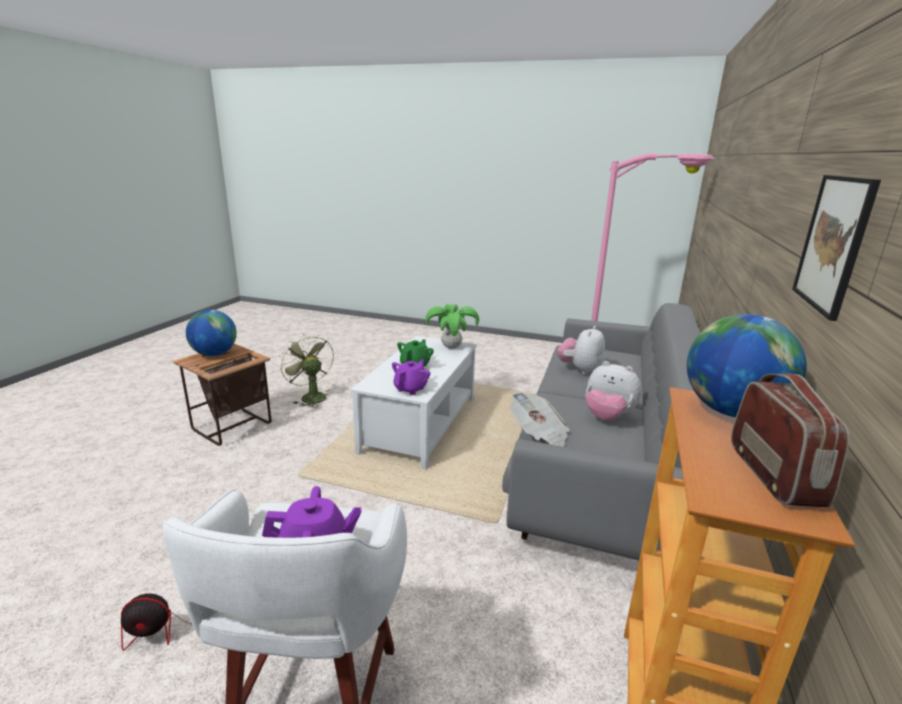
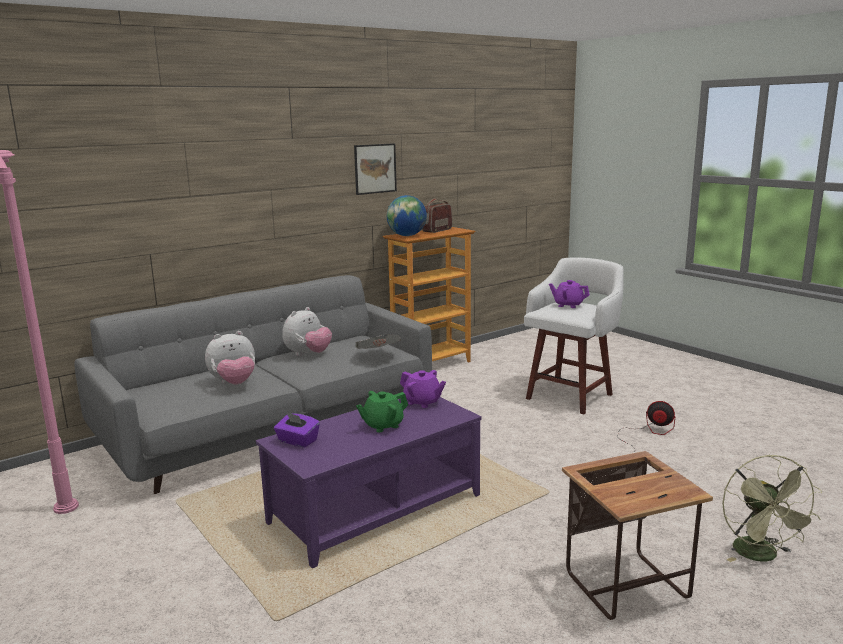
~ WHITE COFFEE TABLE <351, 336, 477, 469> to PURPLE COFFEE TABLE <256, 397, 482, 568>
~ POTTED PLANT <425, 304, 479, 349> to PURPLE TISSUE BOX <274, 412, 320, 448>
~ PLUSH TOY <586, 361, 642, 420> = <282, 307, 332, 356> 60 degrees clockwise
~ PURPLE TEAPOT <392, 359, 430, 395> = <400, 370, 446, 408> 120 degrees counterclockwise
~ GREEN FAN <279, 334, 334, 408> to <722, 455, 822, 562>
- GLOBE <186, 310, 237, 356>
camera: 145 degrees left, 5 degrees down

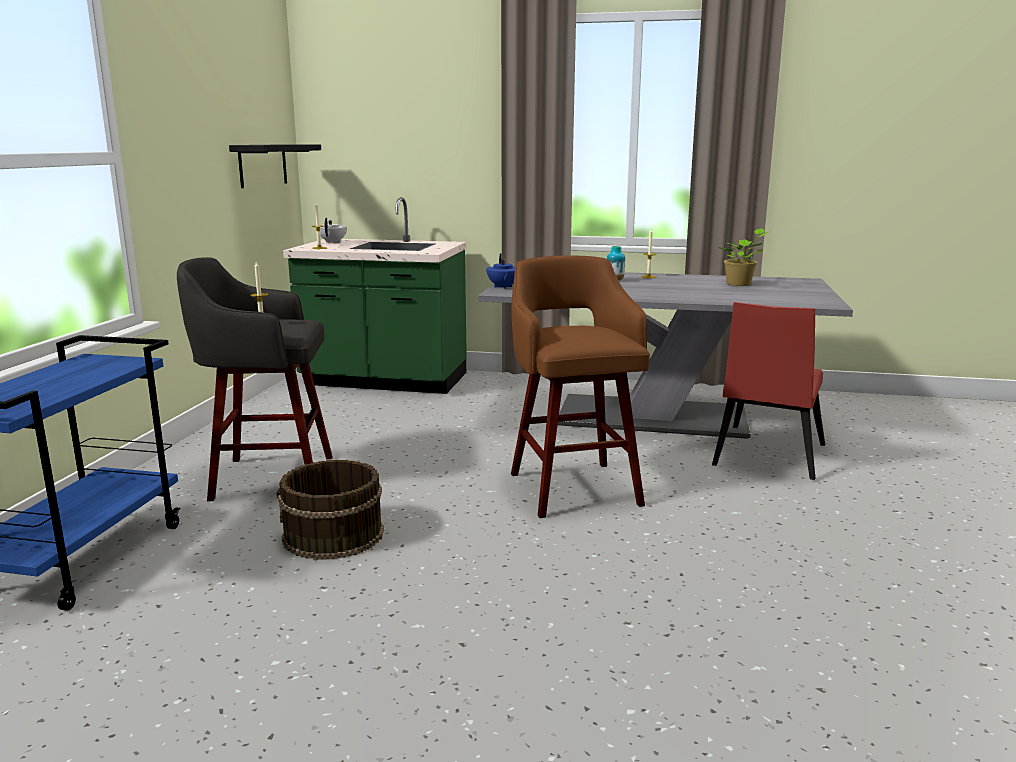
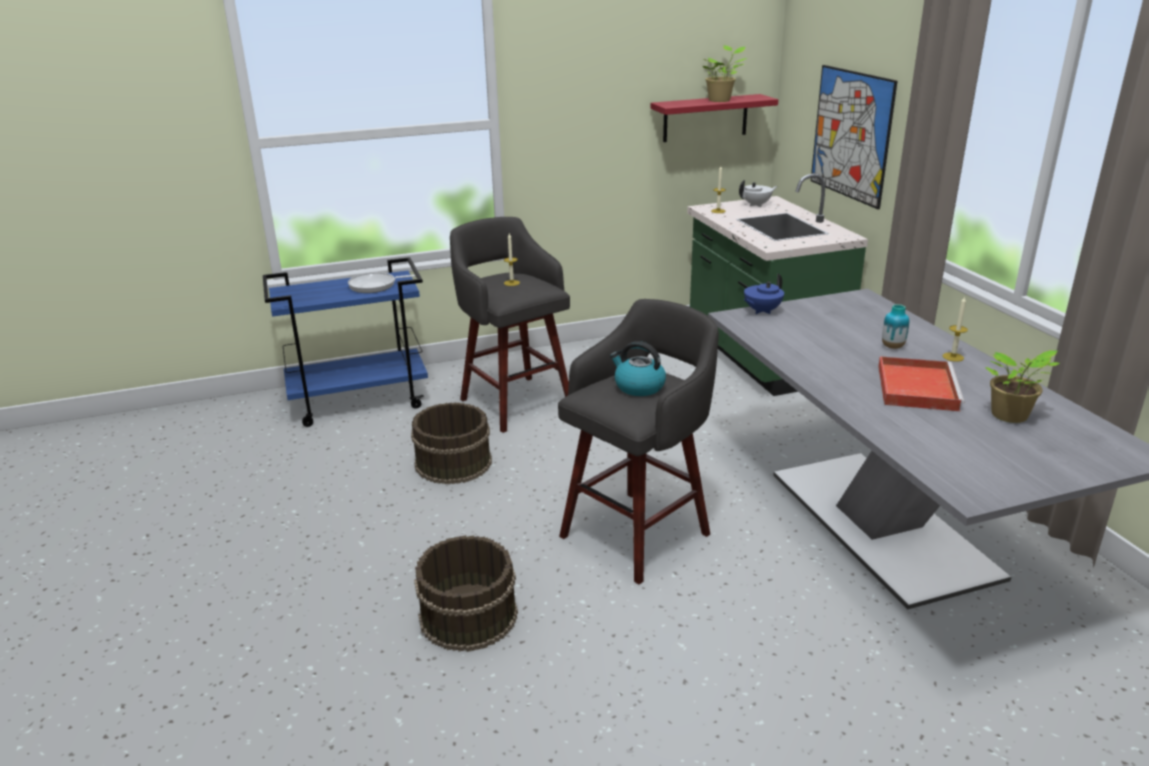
+ FRYING PAN <348, 272, 416, 293>
+ BROWN BUCKET <414, 535, 518, 652>
~ BROWN STOOL <511, 256, 650, 518> to GREY STOOL <558, 299, 719, 584>
+ KETTLE <610, 341, 666, 396>
~ BLACK SHELF <229, 144, 321, 188> to RED SHELF <650, 94, 778, 142>
+ POTTED PLANT <703, 45, 747, 102>
+ PICTURE <811, 65, 898, 209>
+ RED TRAY <878, 356, 965, 412>
- RED CHAIR <712, 302, 825, 480>
camera: 60 degrees right, 10 degrees up

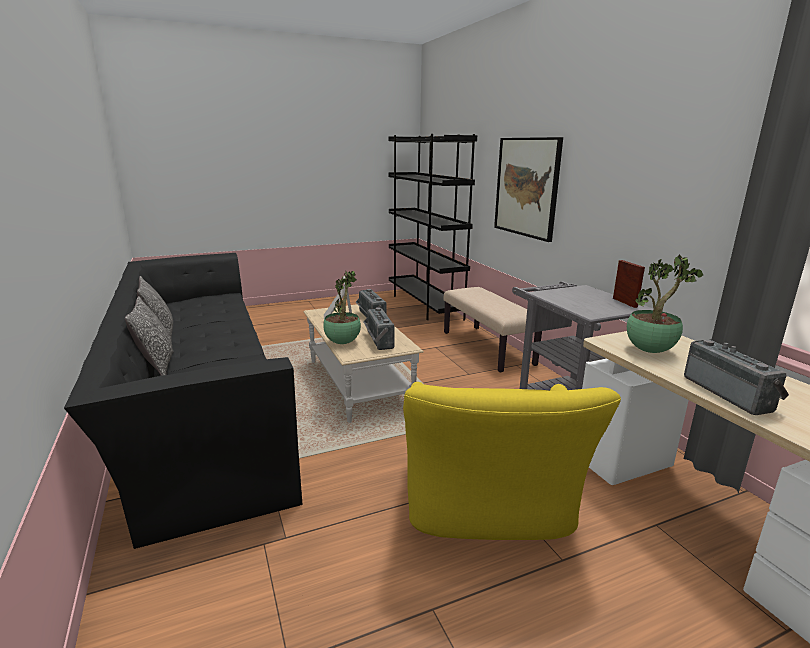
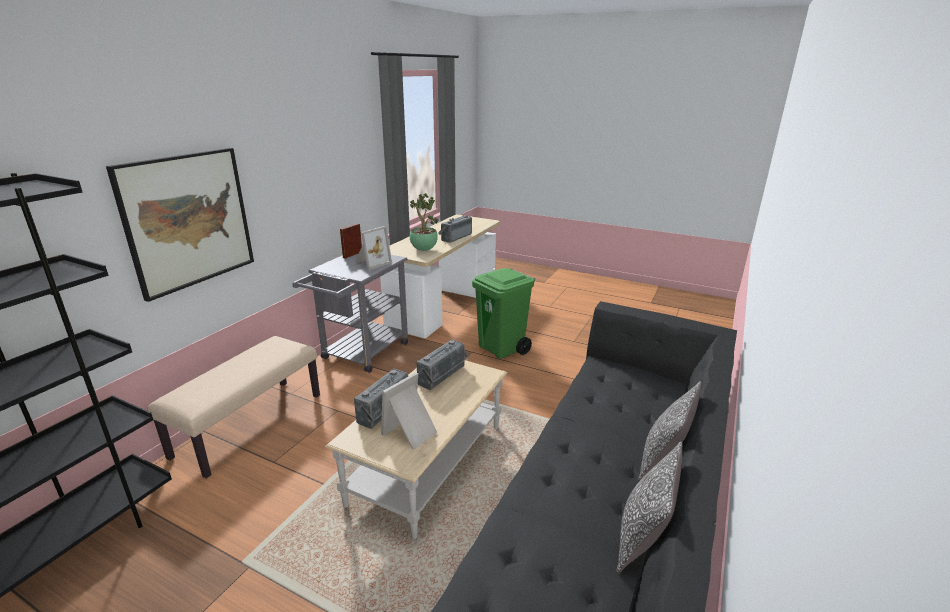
+ PICTURE FRAME <354, 226, 392, 270>
~ YELLOW ARMCHAIR <403, 382, 621, 540> to GREEN TRASH CAN <472, 268, 536, 359>
- POTTED PLANT <323, 271, 361, 344>
camera: 130 degrees left, 5 degrees up

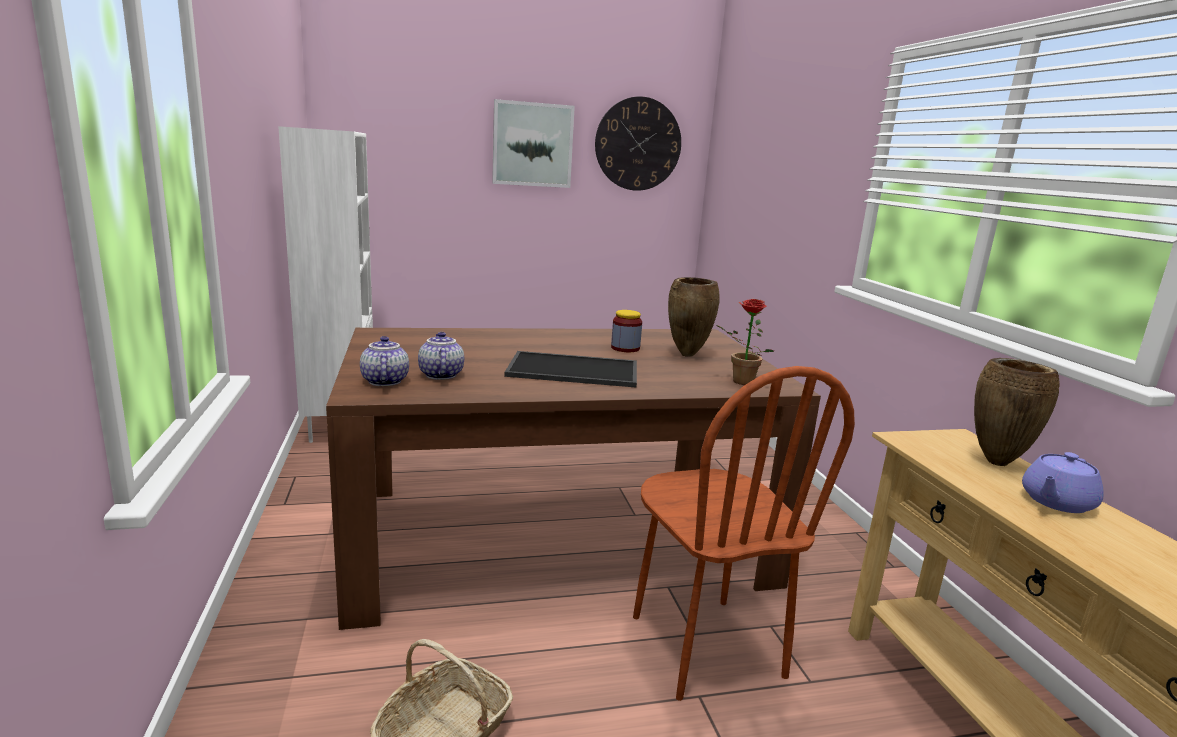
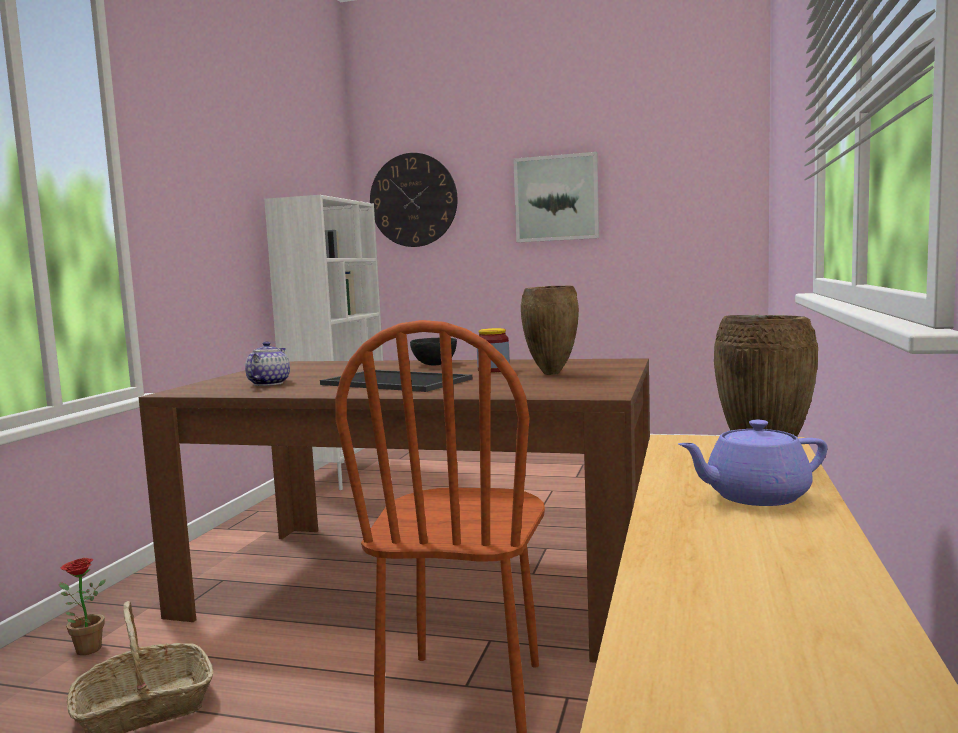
~ POTTED PLANT <716, 299, 774, 385> to <59, 558, 106, 655>
~ WALL CLOCK <595, 96, 681, 191> to <370, 153, 458, 247>
+ BLACK BOWL <410, 338, 457, 365>
- TEAPOT <360, 336, 409, 386>
camera: 30 degrees right, 10 degrees down

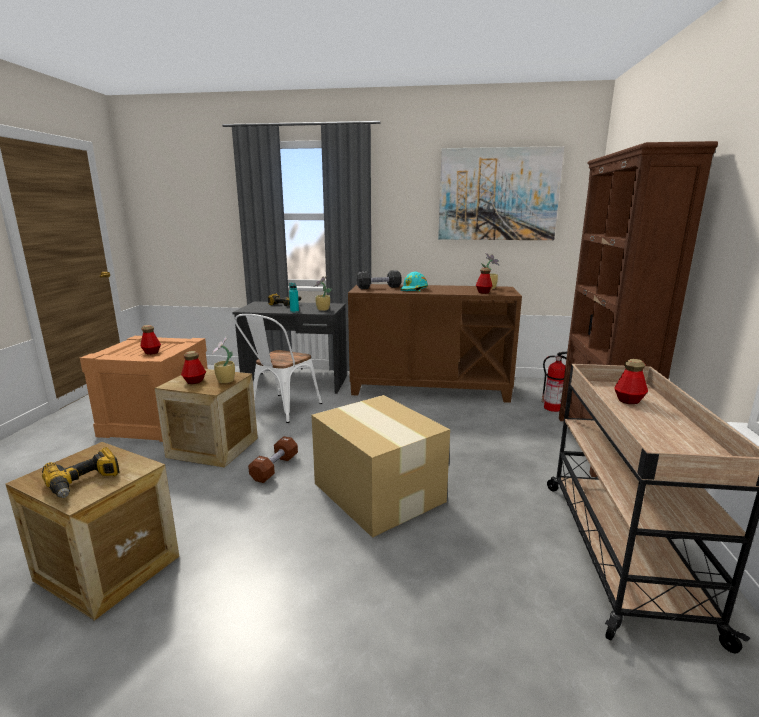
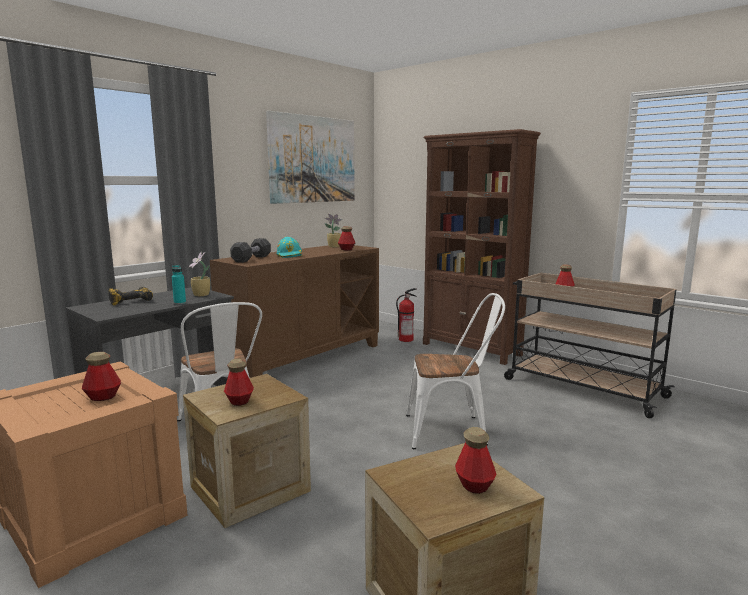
~ CARDBOARD BOX <312, 395, 450, 538> to WHITE CHAIR <406, 293, 505, 449>
~ POWER DRILL <42, 447, 120, 498> to BOTTLE <455, 427, 496, 494>
- POTTED PLANT <212, 336, 235, 383>
- BROWN DUMBBELL <248, 436, 298, 483>
camera: 55 degrees left, 5 degrees down

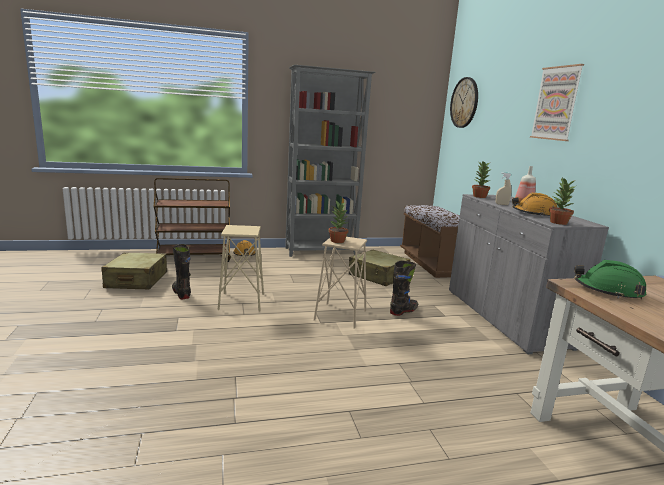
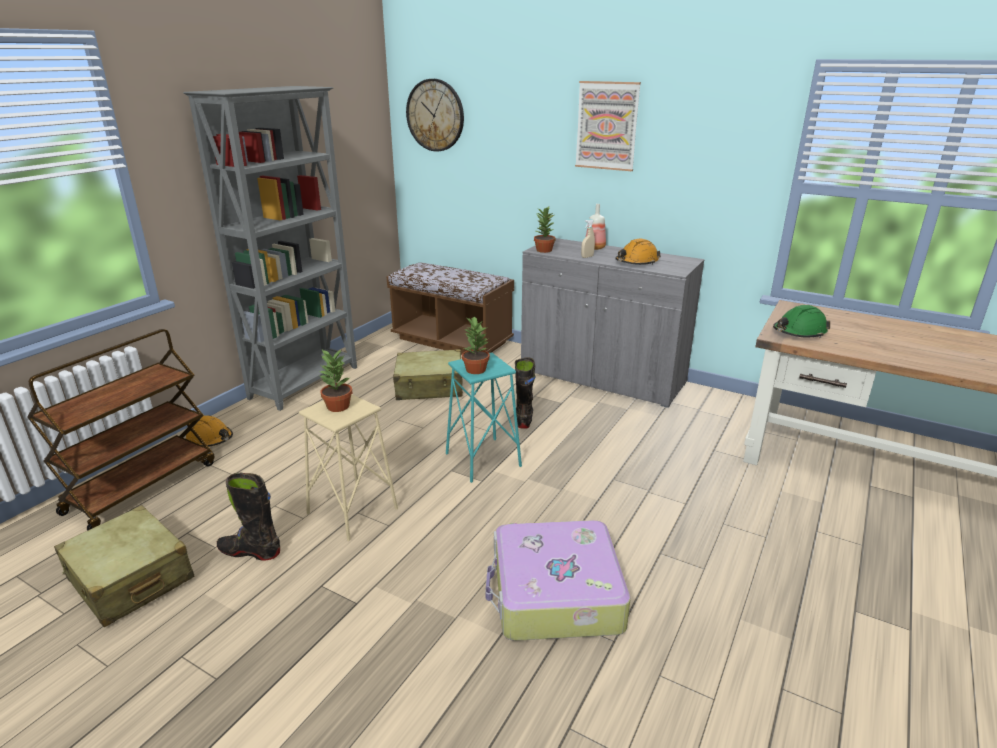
~ POTTED PLANT <549, 177, 577, 225> to <318, 350, 352, 412>
~ BEIGE STOOL <314, 237, 367, 329> to TURQUOISE STOOL <446, 352, 522, 483>
+ SUITCASE <485, 520, 630, 641>
camera: 45 degrees left, 10 degrees up

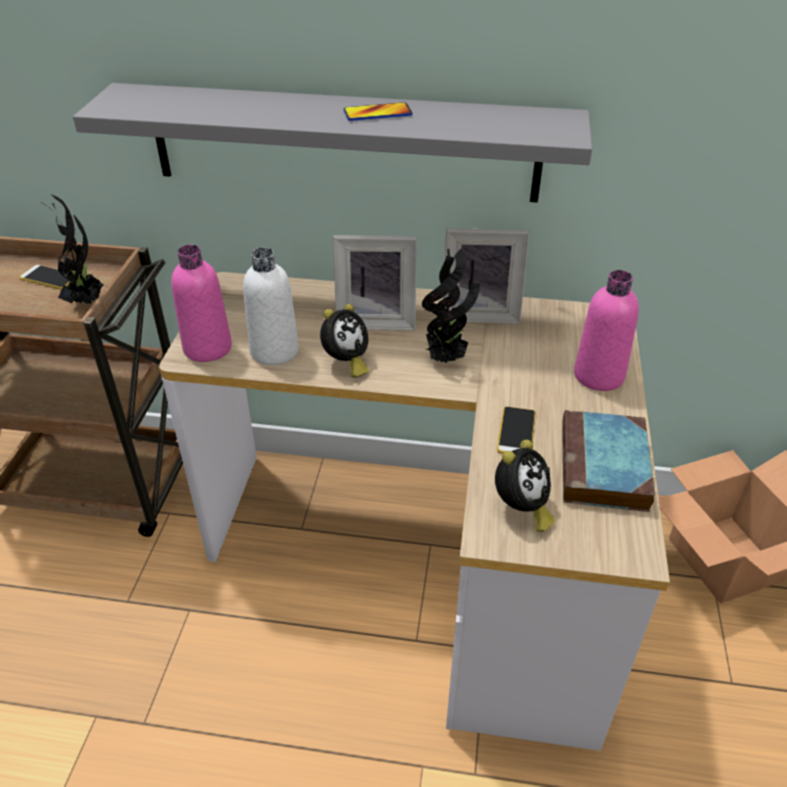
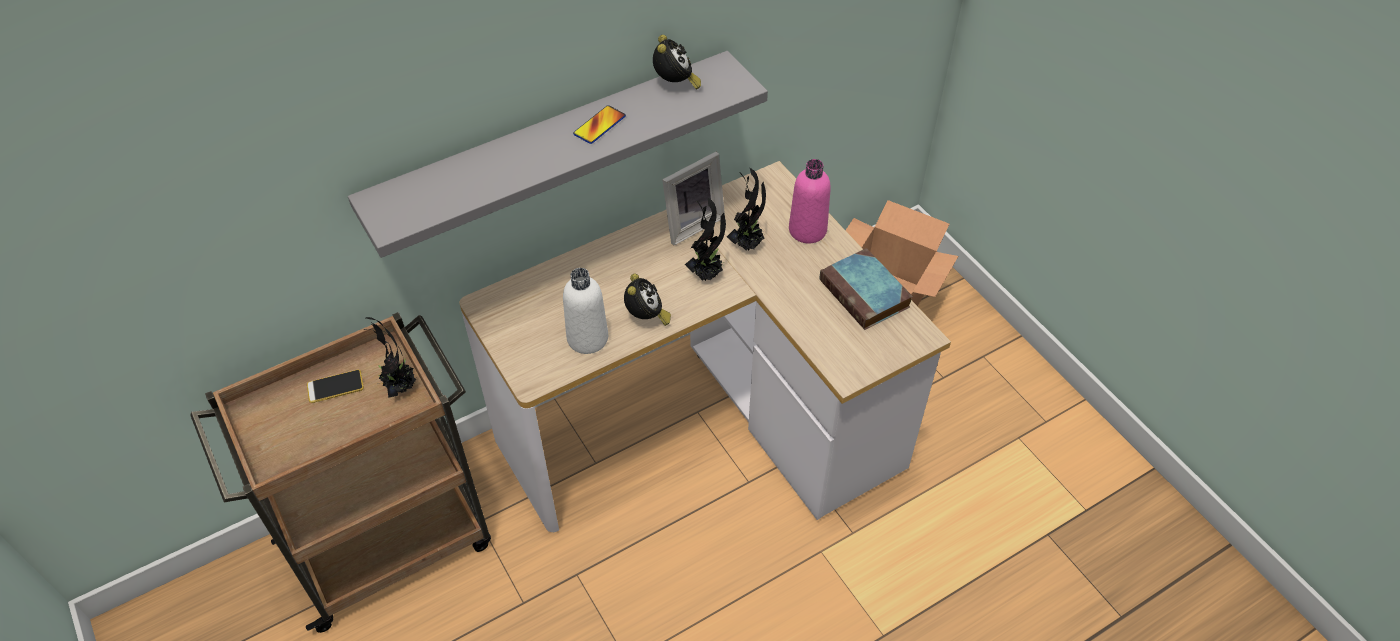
~ ALARM CLOCK <495, 439, 555, 532> to <653, 35, 701, 90>
+ POTTED PLANT <727, 168, 766, 250>
- PINK BOTTLE <171, 245, 232, 362>
- PICTURE FRAME <333, 235, 417, 330>
- PHONE <497, 406, 536, 453>
camera: 40 degrees left, 10 degrees up

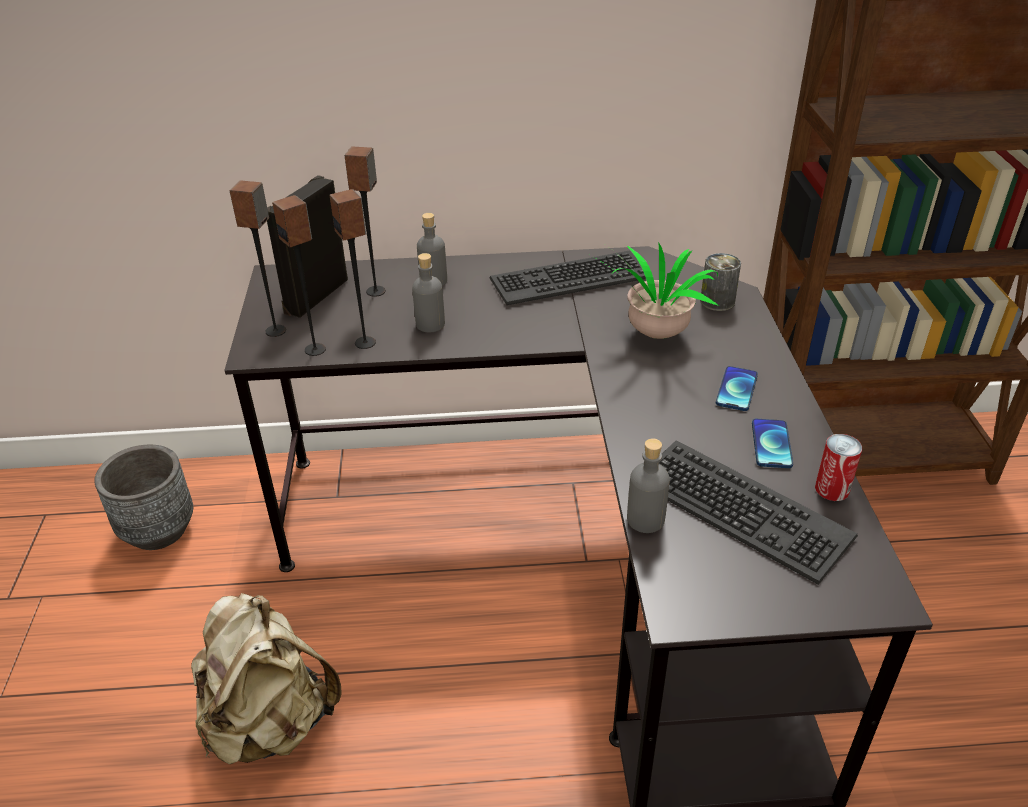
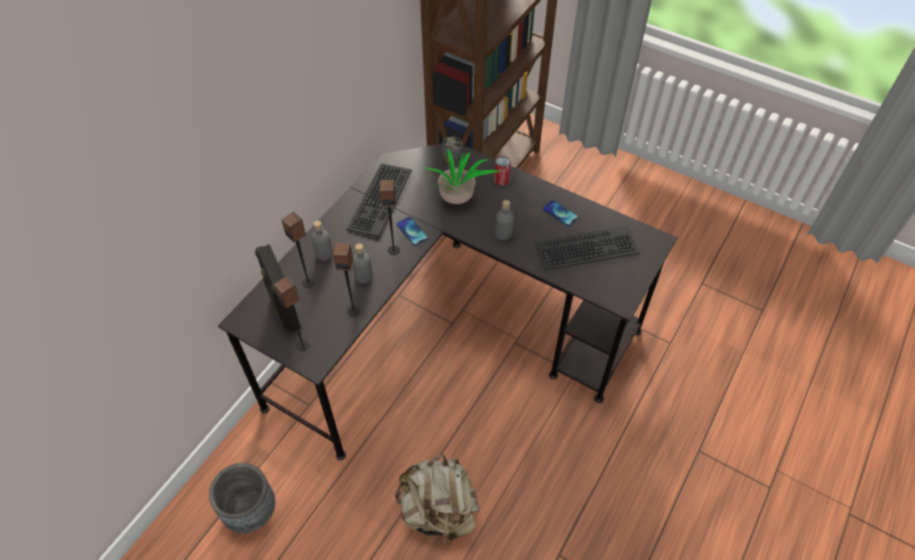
~ SPEAKER <272, 195, 326, 356> to <380, 180, 400, 255>
~ PHONE <716, 366, 758, 411> to <397, 217, 428, 246>
~ CAN <815, 434, 862, 501> to <494, 156, 511, 186>
~ GREY BOTTLE <627, 439, 670, 533> to <495, 200, 514, 240>
camera: 55 degrees left, 15 degrees up

